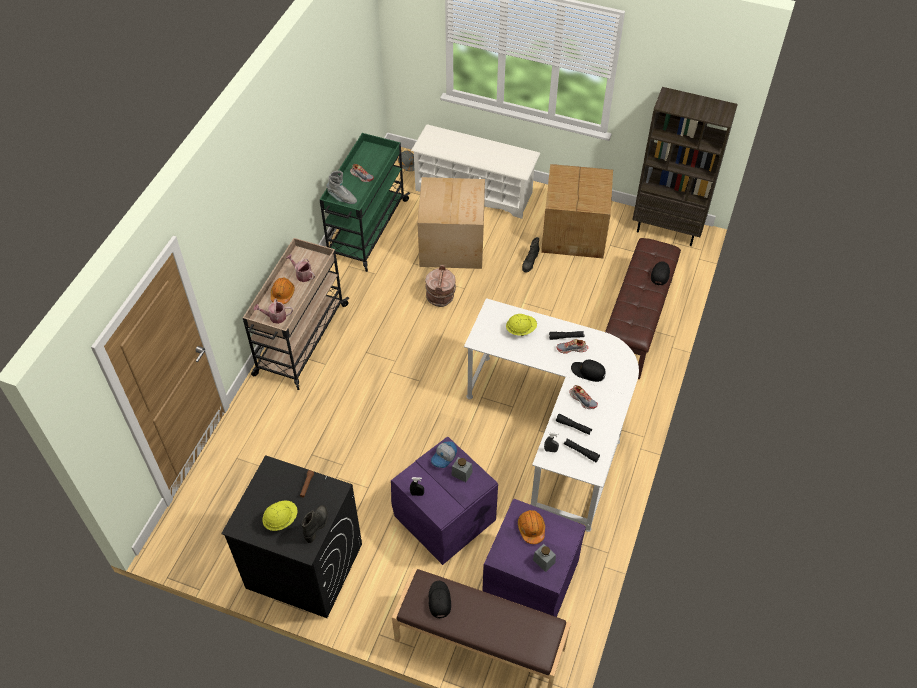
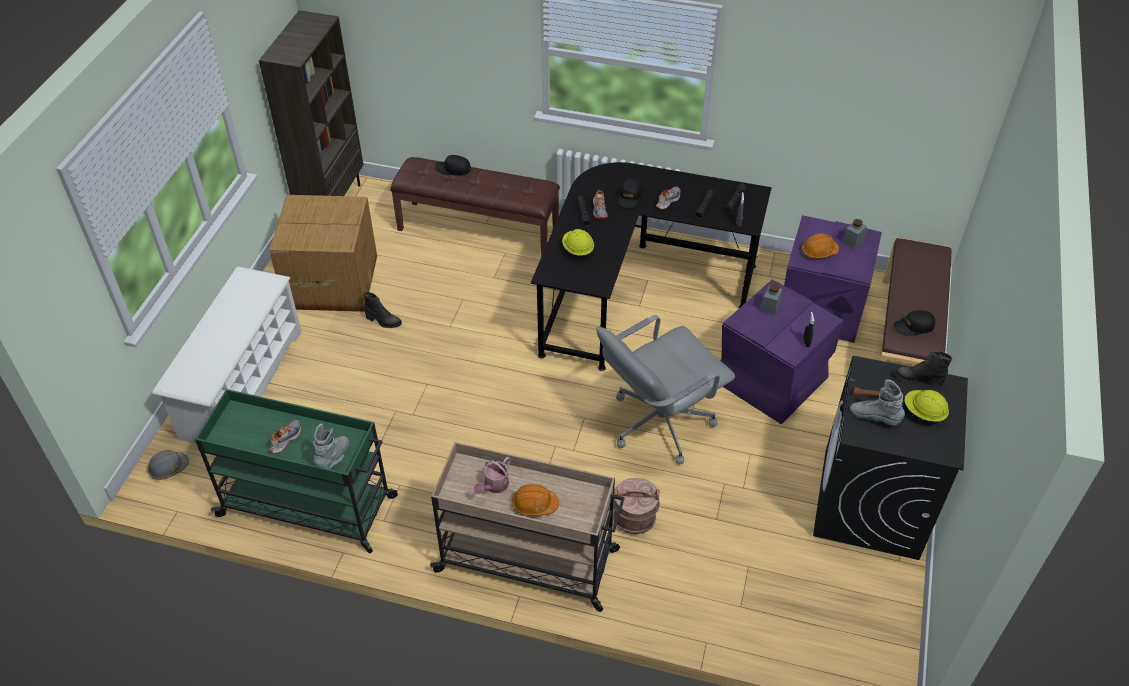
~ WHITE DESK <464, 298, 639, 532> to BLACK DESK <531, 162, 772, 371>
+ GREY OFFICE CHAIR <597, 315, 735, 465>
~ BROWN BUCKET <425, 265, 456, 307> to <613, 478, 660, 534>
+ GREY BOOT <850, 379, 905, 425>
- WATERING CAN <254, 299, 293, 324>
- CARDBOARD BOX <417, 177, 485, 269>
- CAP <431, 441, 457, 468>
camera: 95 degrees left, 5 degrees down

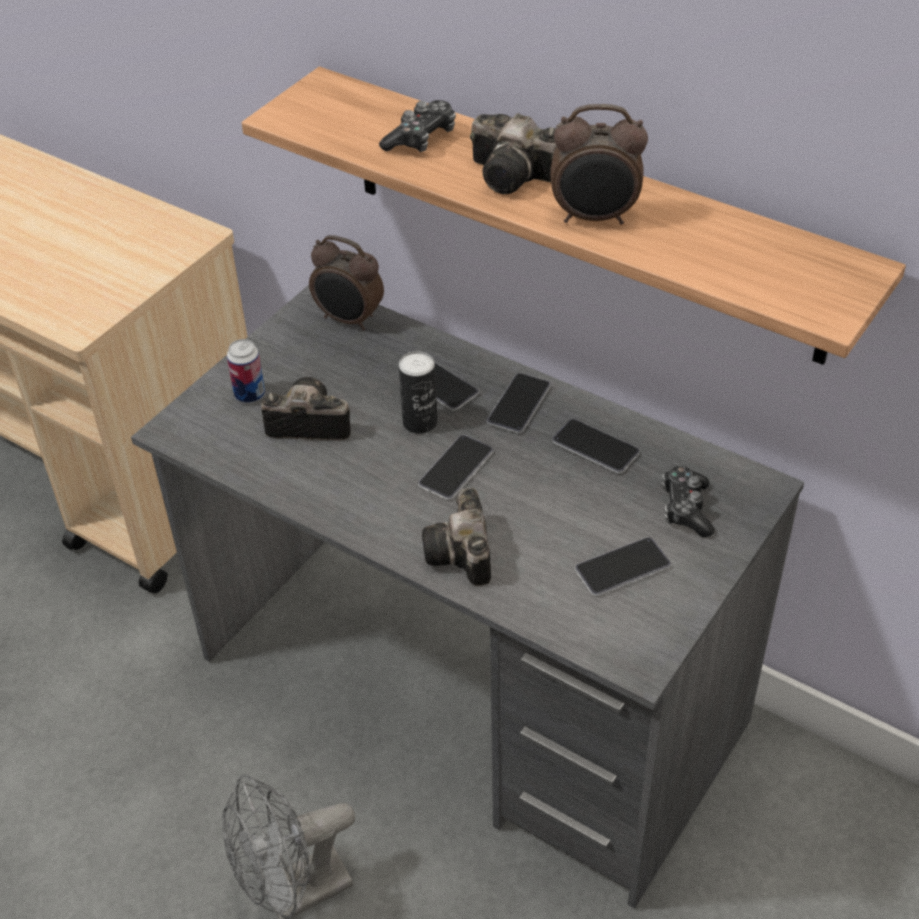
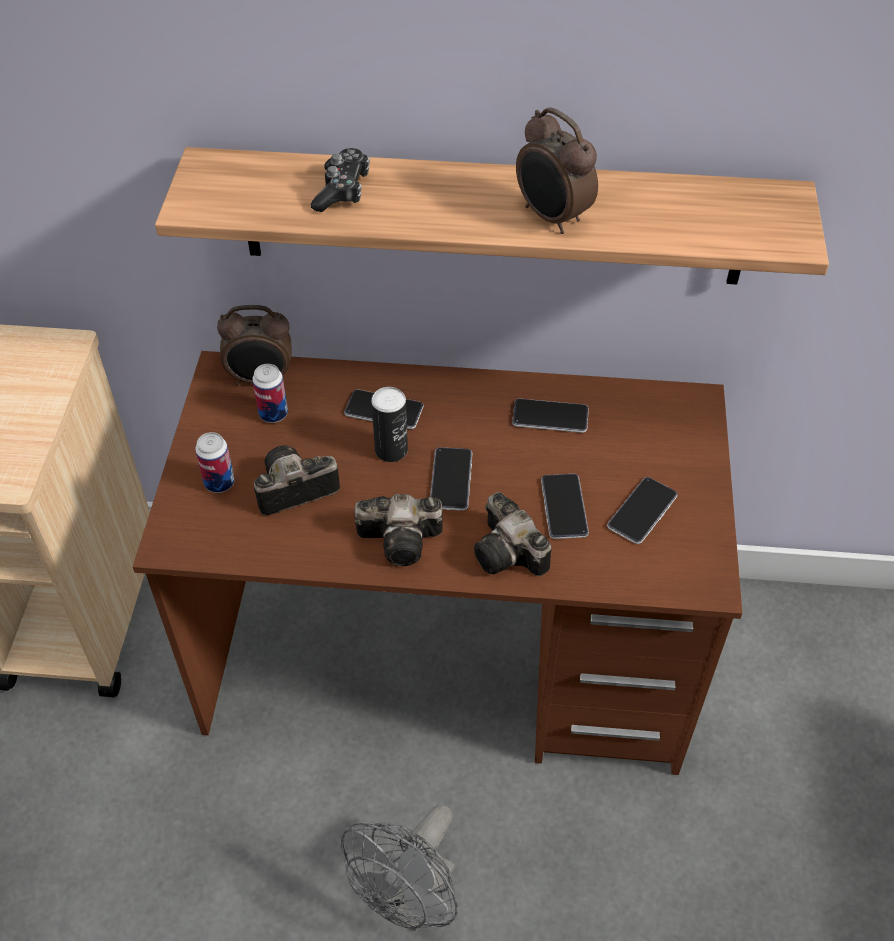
~ GREY DESK <131, 285, 804, 909> to BROWN DESK <133, 351, 742, 775>
+ CAN <252, 364, 288, 423>
~ PHOTO CAMERA <470, 113, 557, 194> to <354, 494, 443, 566>
~ ALARM CLOCK <550, 104, 648, 225> = <516, 107, 598, 234> 75 degrees clockwise
~ PHONE <487, 373, 551, 433> to <541, 474, 589, 539>
- GAME CONTROLLER <662, 466, 714, 537>
camera: 30 degrees left, 5 degrees up

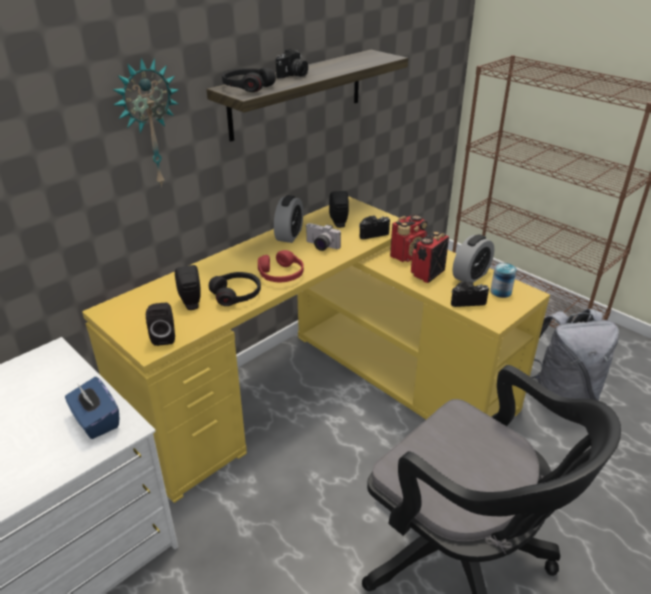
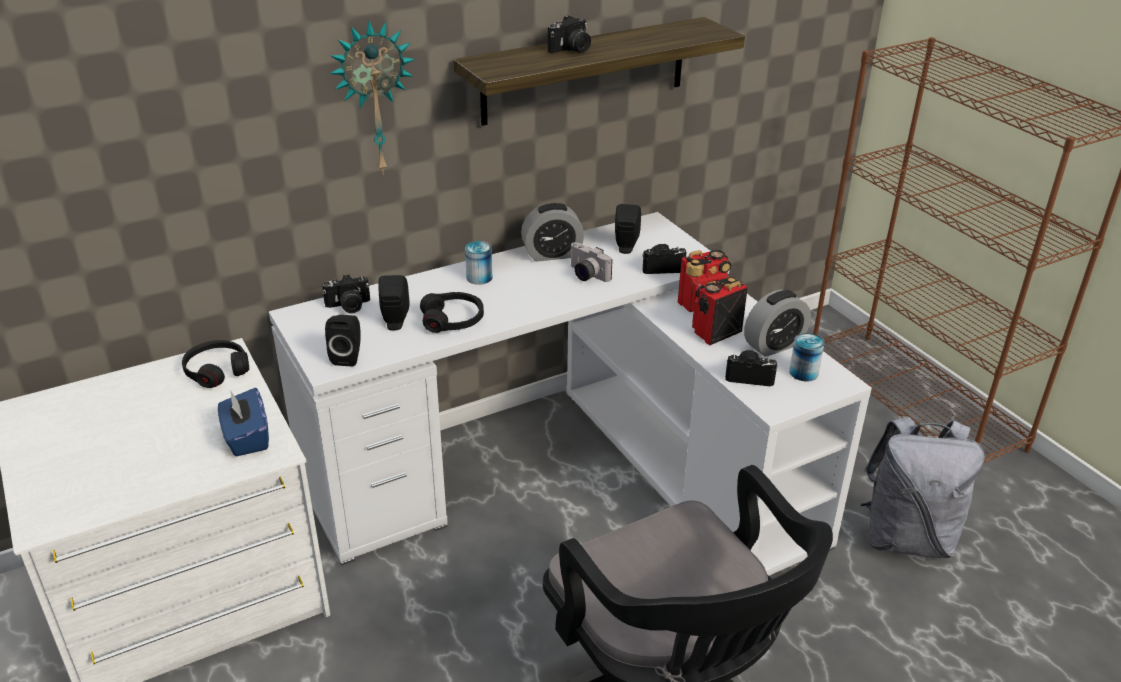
~ BLACK HEADPHONES <222, 68, 276, 92> to <182, 340, 249, 388>
~ YELLOW DESK <82, 197, 550, 503> to WHITE DESK <269, 212, 872, 576>
+ PHOTO CAMERA <322, 274, 370, 314>
+ CAN <465, 241, 493, 285>
~ ALARM CLOCK <274, 195, 303, 243> = <521, 203, 584, 262> 45 degrees clockwise
- RED HEADPHONES <258, 250, 304, 282>
camera: 15 degrees right, 0 degrees up

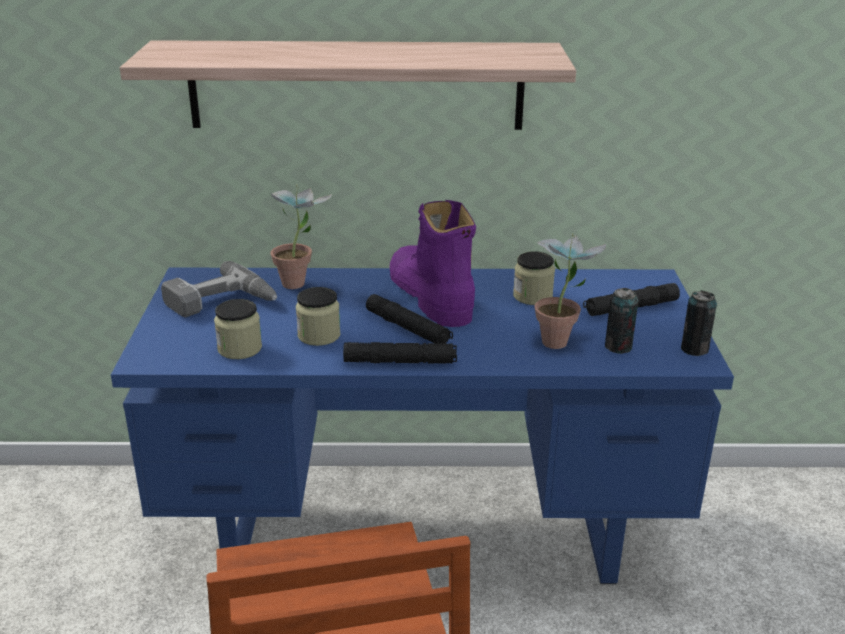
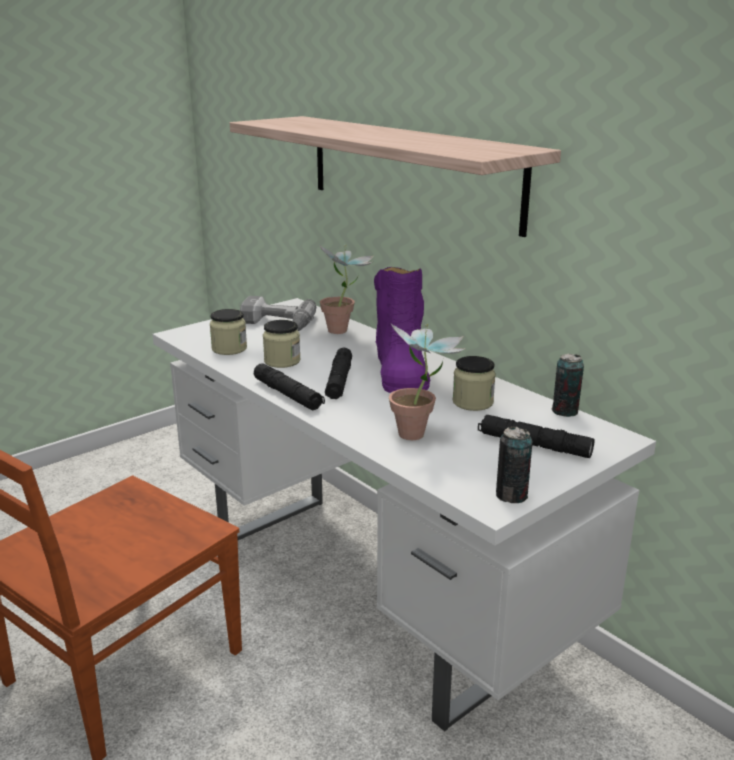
~ BLUE DESK <111, 267, 734, 584> to WHITE DESK <152, 298, 656, 731>
~ PURPLE BOOT <390, 200, 476, 327> = <374, 267, 430, 393> 150 degrees clockwise
~ CAN <605, 288, 638, 354> to <552, 353, 584, 417>
camera: 50 degrees right, 5 degrees down

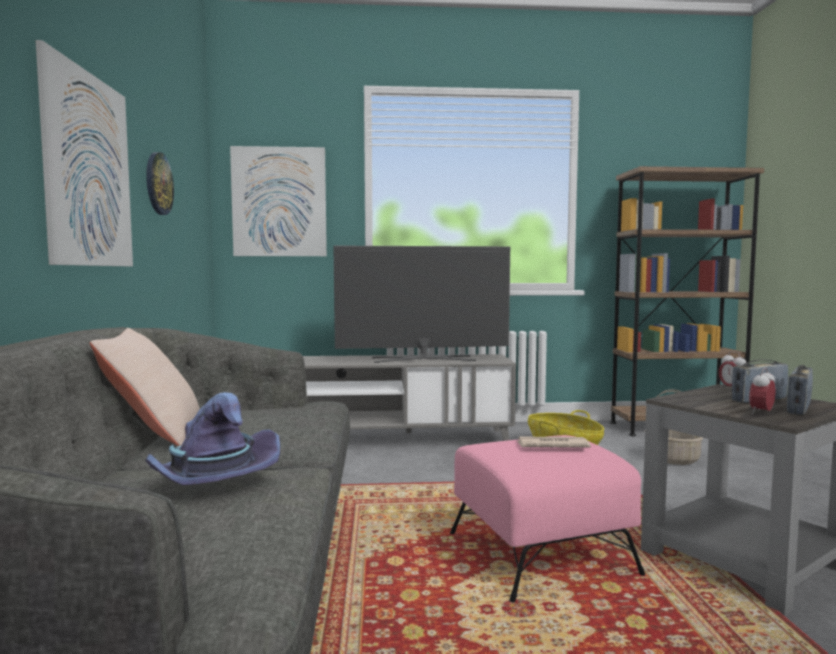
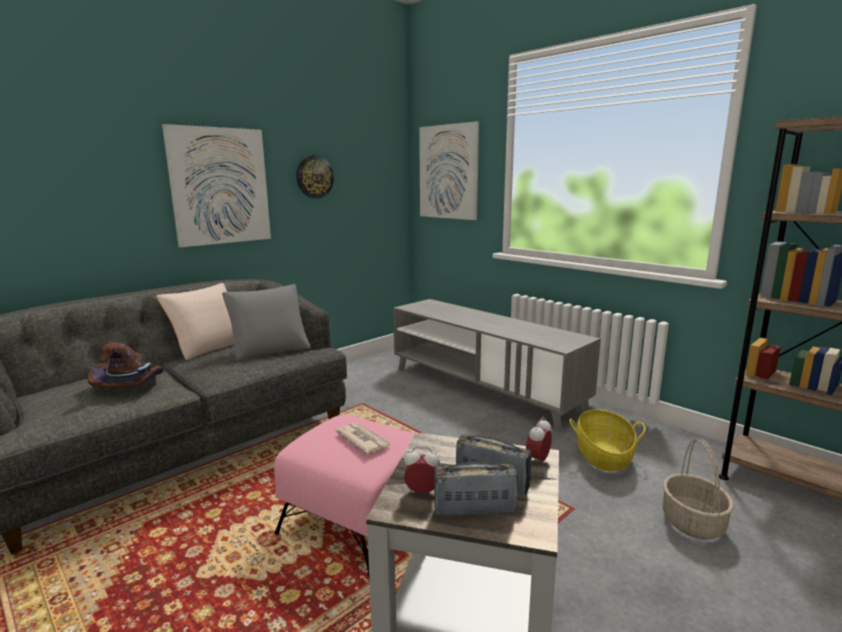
~ PURPLE HAT <145, 392, 280, 485> to BROWN HAT <88, 342, 163, 387>
+ GREY PILLOW <222, 284, 311, 361>
- TELEVISION <333, 246, 510, 363>
camera: 50 degrees right, 10 degrees up

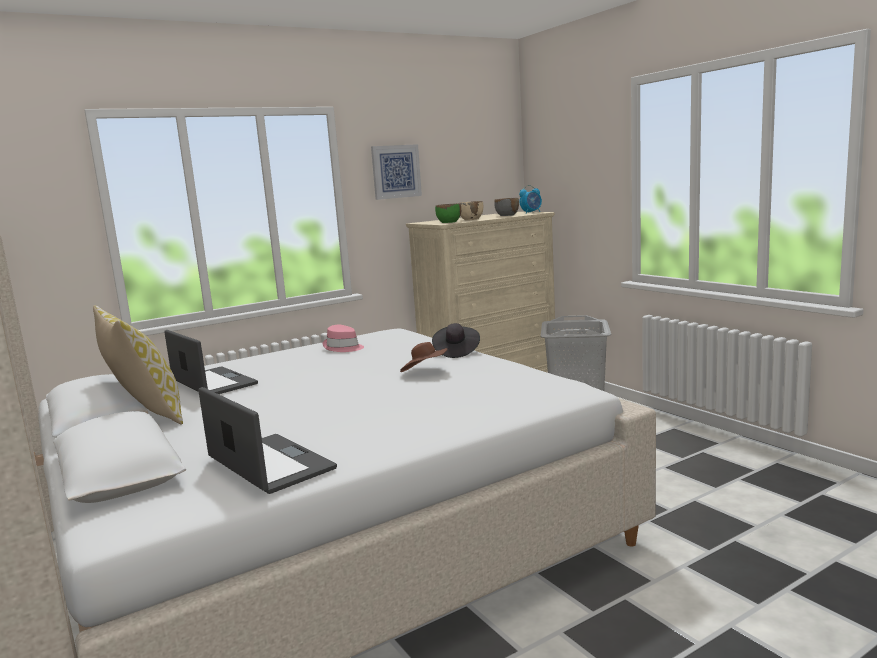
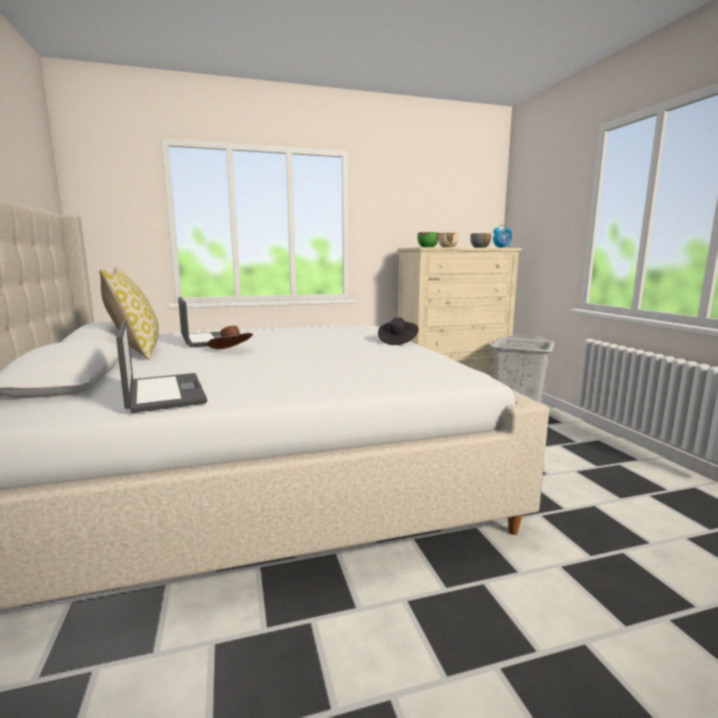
~ BROWN HAT <400, 342, 447, 372> to <207, 326, 253, 349>
- PINK HAT <323, 325, 364, 352>
- PICTURE <371, 144, 422, 200>
camera: 15 degrees right, 0 degrees up

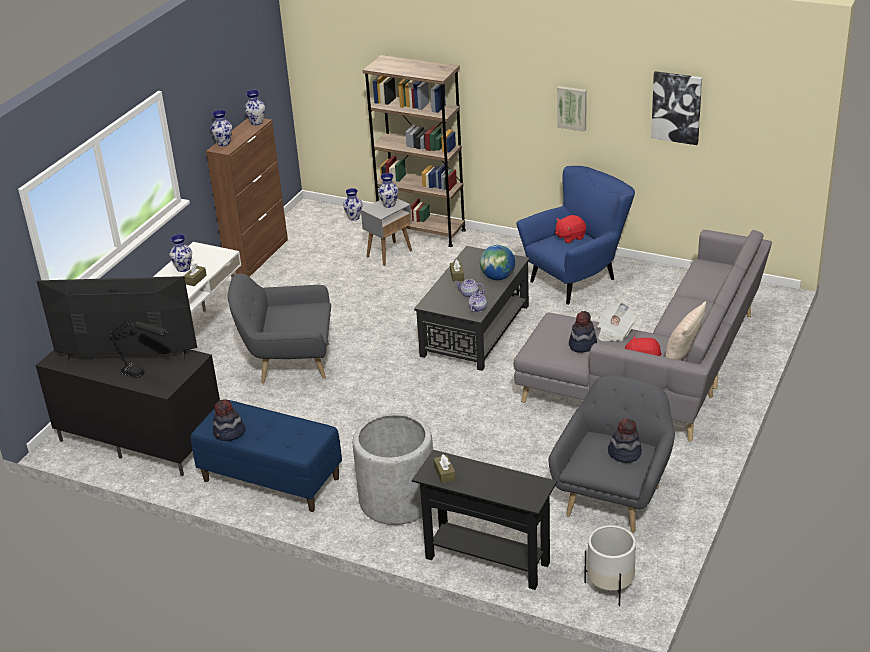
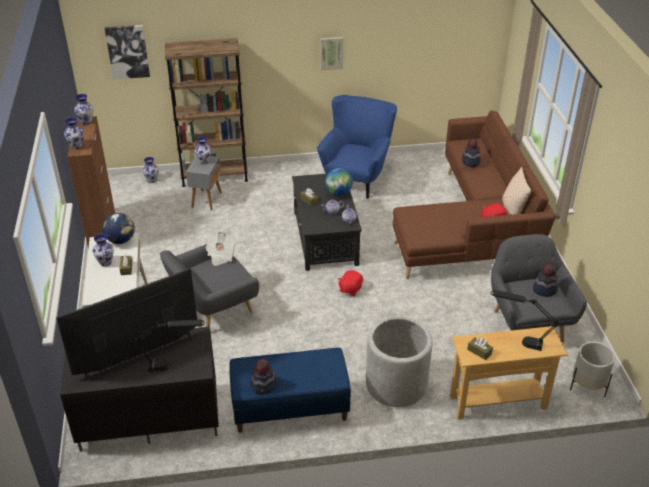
+ GLOBE <103, 213, 135, 244>
~ PICTURE <651, 71, 702, 145> to <105, 25, 150, 79>
~ NEWSPAPER <597, 303, 637, 341> to <206, 231, 237, 266>
~ RED PLUSH TOY <555, 215, 586, 243> to <338, 270, 363, 296>
~ GREY SOFA <514, 230, 772, 442> to BROWN SOFA <393, 111, 556, 279>
~ BLACK CONSOLE TABLE <412, 450, 557, 590> to BEIGE CONSOLE TABLE <450, 326, 568, 420>
~ HAT <569, 311, 597, 353> to <462, 138, 481, 167>
+ BLACK TABLE LAMP <491, 290, 560, 351>
camera: 35 degrees left, 5 degrees up

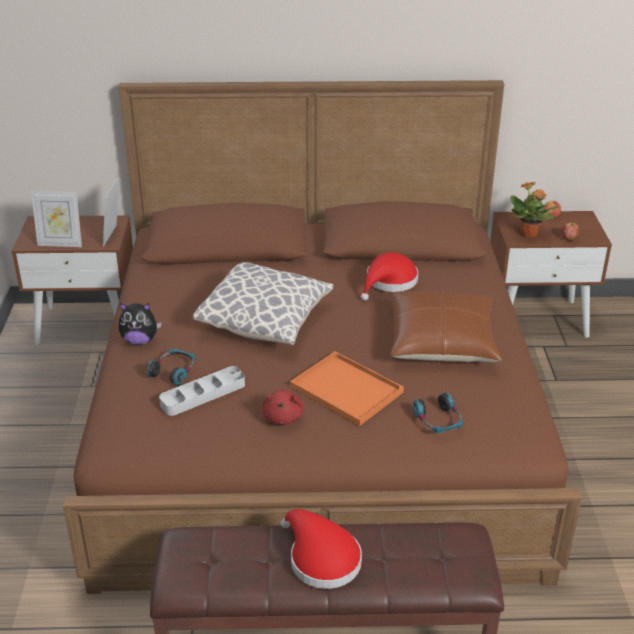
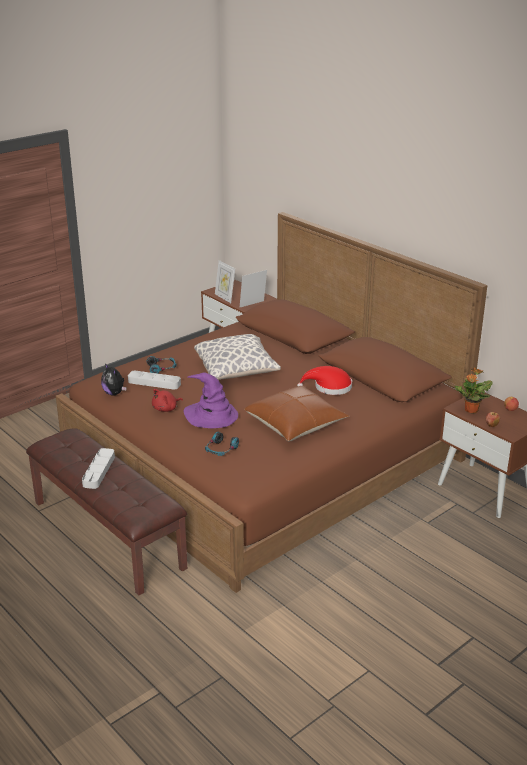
~ RED HAT <281, 509, 362, 589> to GREY TRAY <82, 448, 115, 489>
~ PLUSH TOY <119, 303, 162, 345> to <101, 363, 127, 396>
~ ORANGE TRAY <290, 351, 404, 426> to PURPLE HAT <184, 372, 238, 428>
camera: 50 degrees right, 5 degrees down

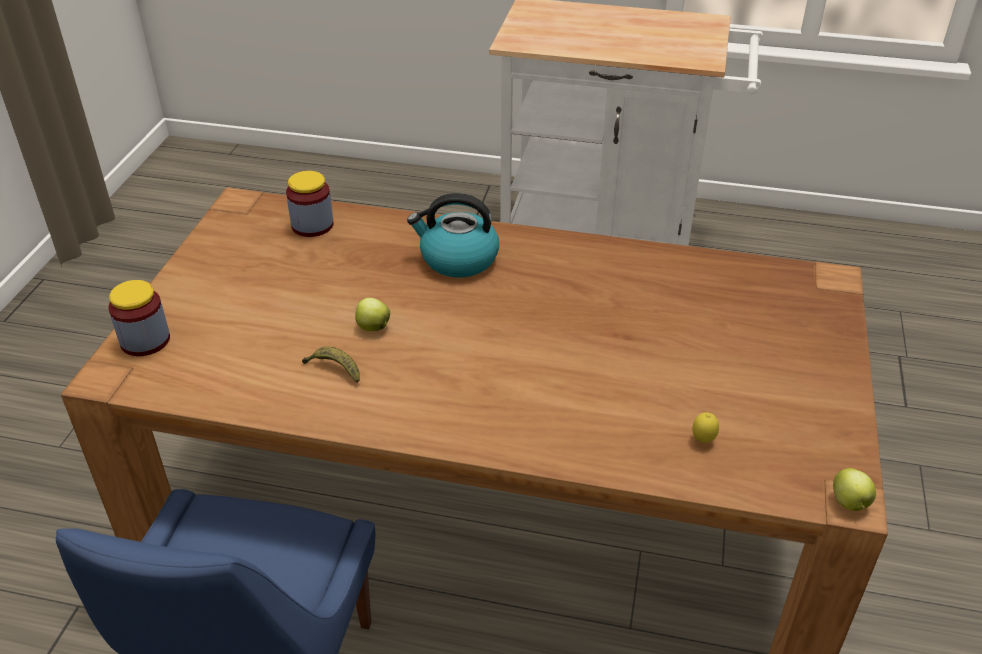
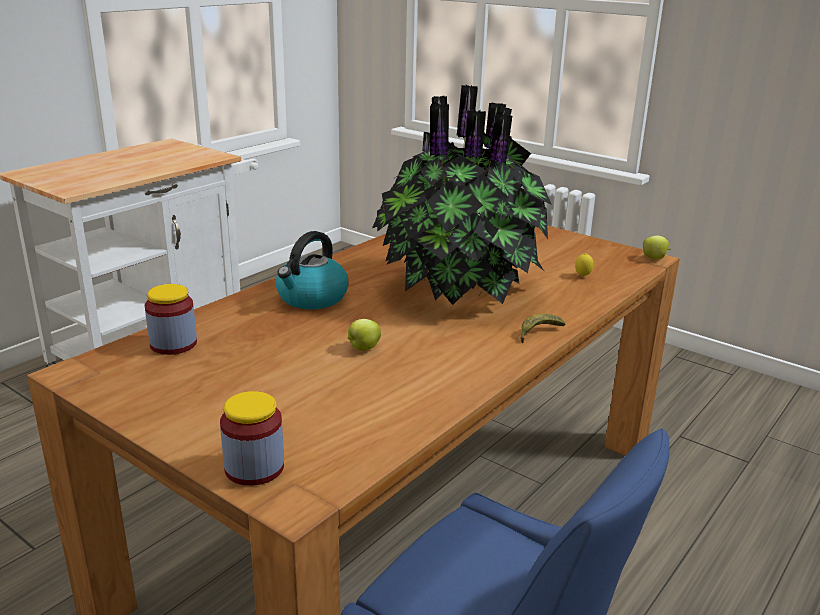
+ POTTED PLANT <372, 85, 552, 305>
~ BANANA <302, 347, 360, 383> to <520, 313, 565, 343>
camera: 65 degrees left, 15 degrees down

